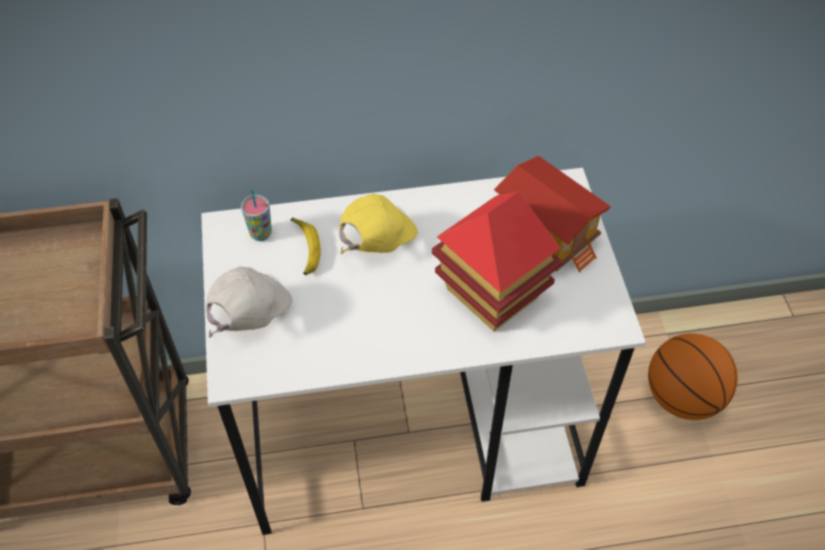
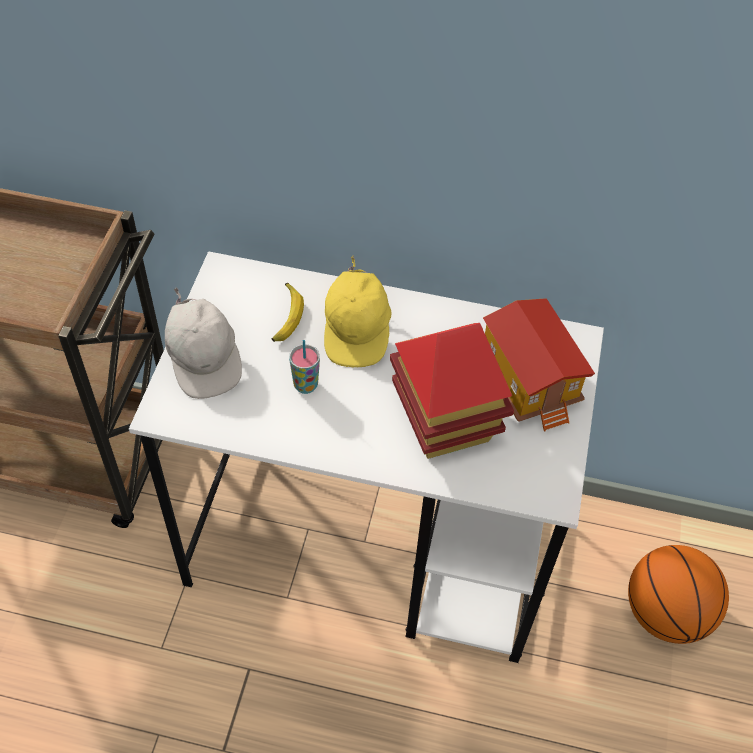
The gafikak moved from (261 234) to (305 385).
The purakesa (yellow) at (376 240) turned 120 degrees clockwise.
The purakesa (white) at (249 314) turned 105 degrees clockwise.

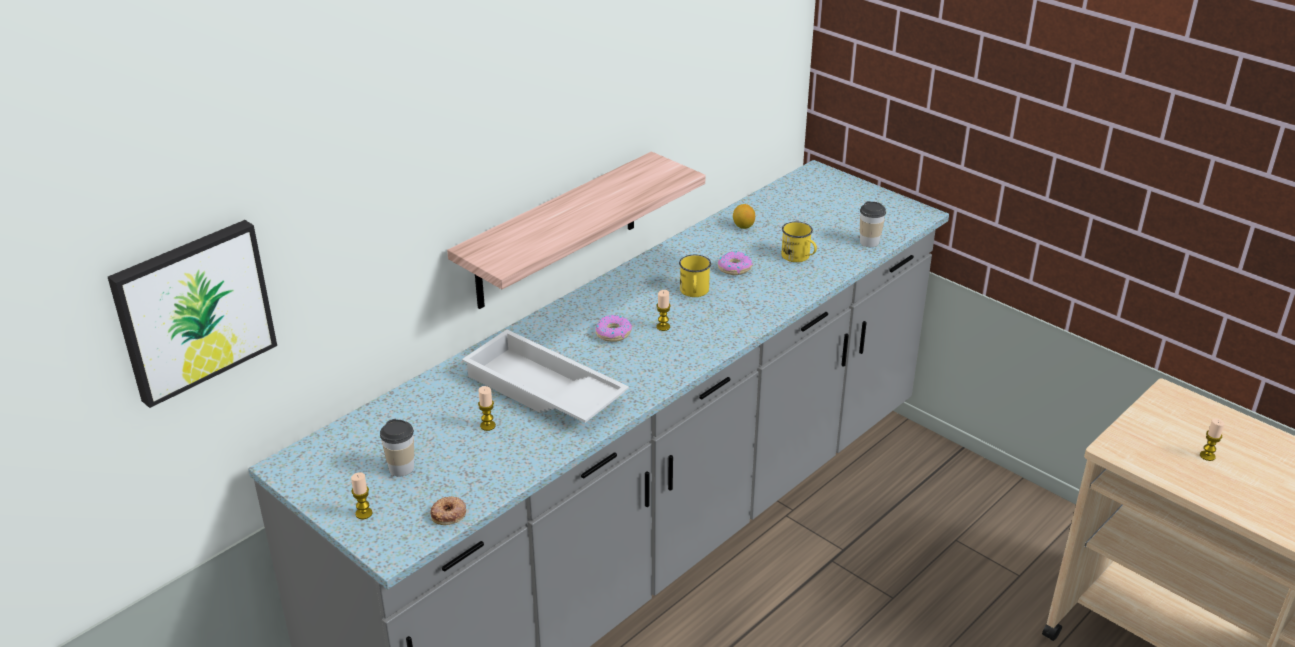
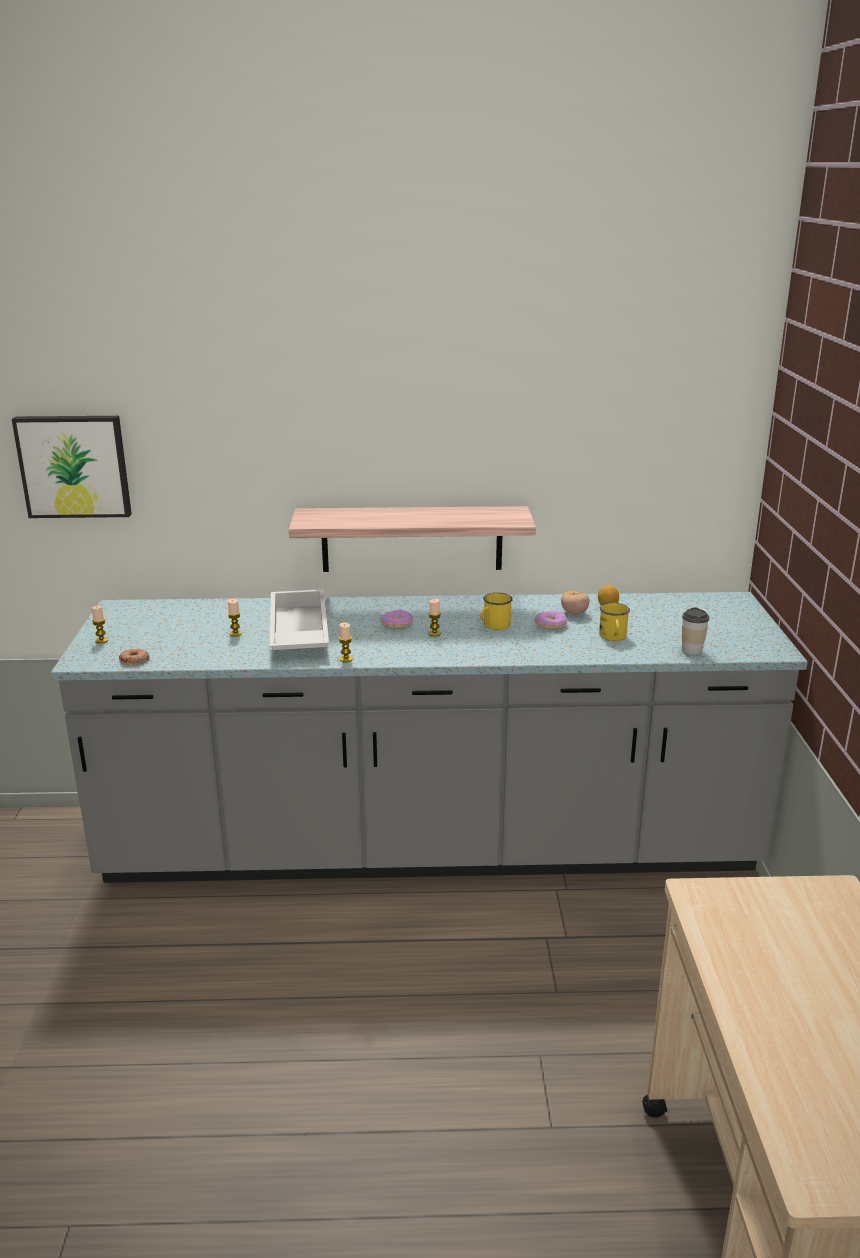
The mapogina moved from (1207 456) to (346 659).
The gafikak at (401 468) disappeared.
The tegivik at (574 613) appeared.

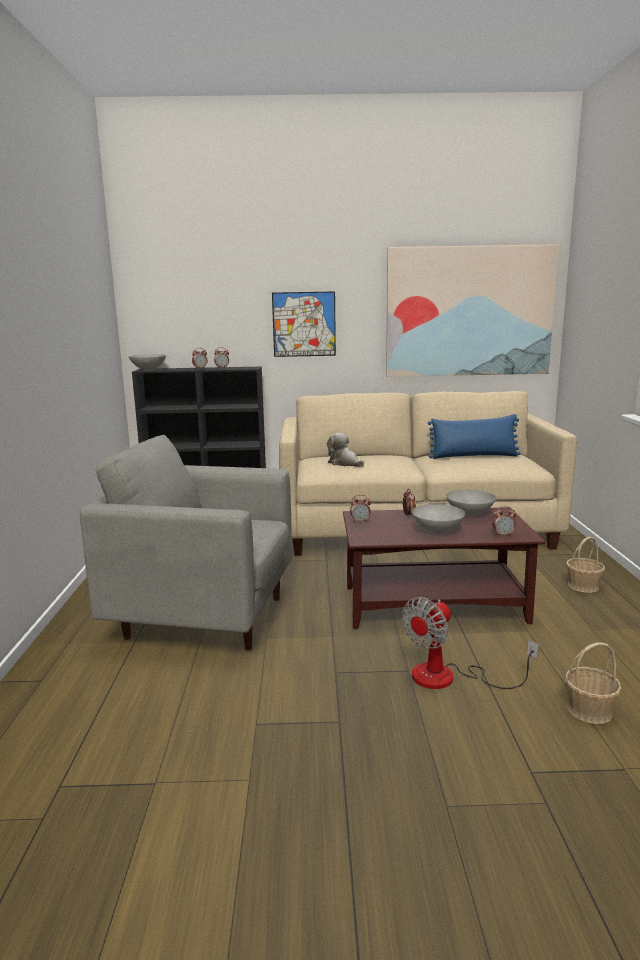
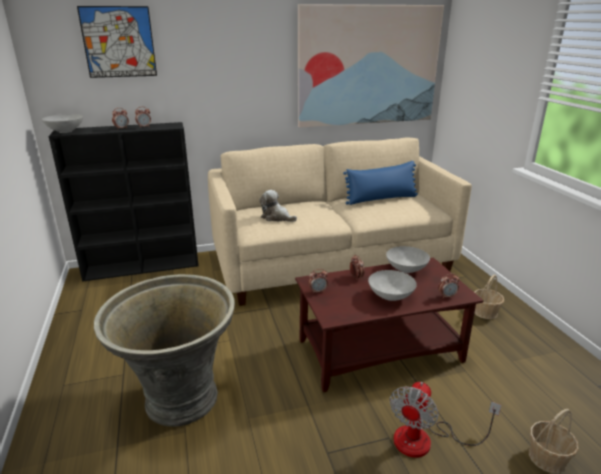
The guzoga moved from (304 324) to (118 42).
The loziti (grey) at (204 617) was replaced by the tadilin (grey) at (179 400).

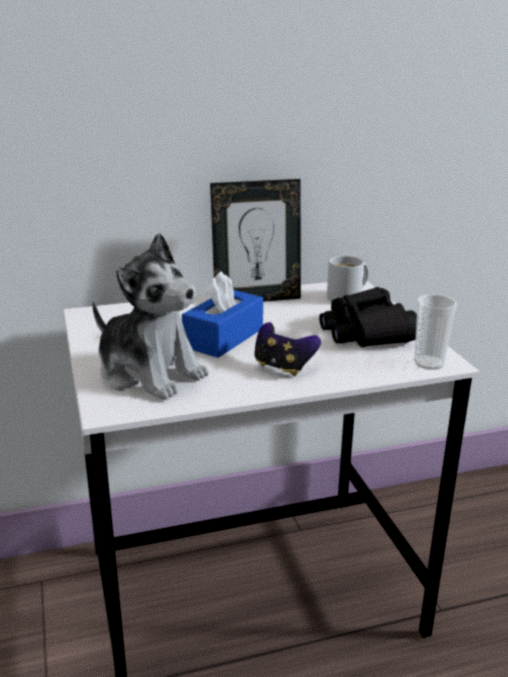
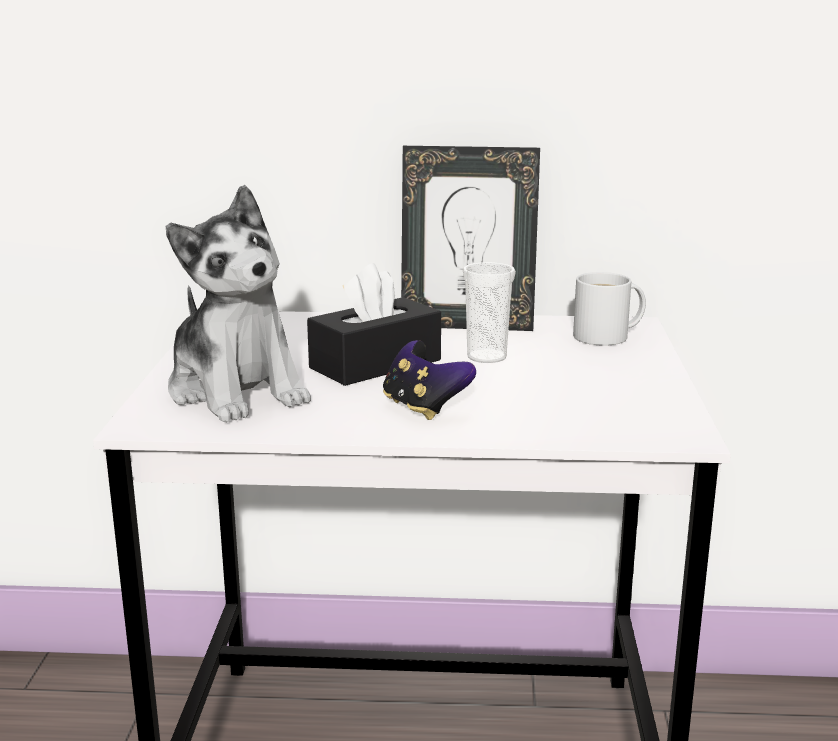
The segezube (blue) at (223 338) became the segezube (black) at (375 364).
The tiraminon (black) at (365 332) disappeared.
The gafikak moved from (429 363) to (486 357).

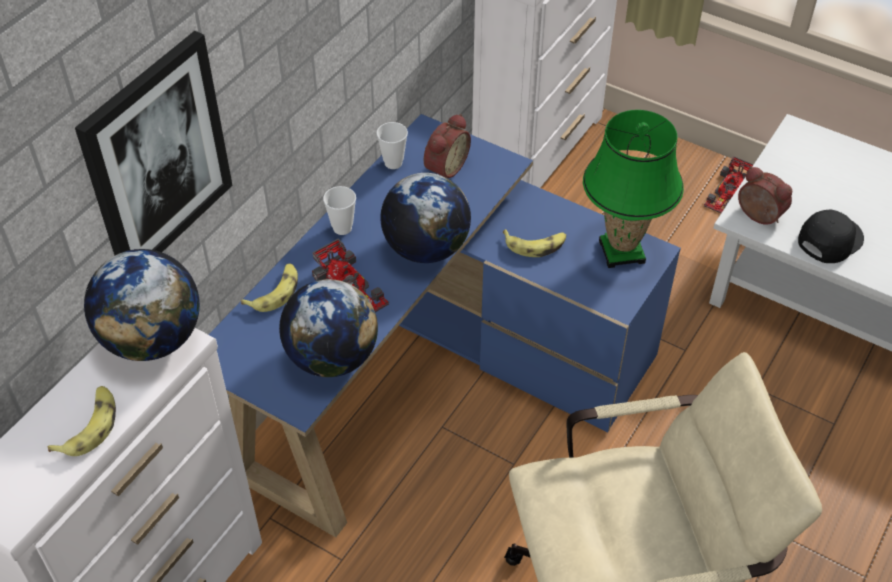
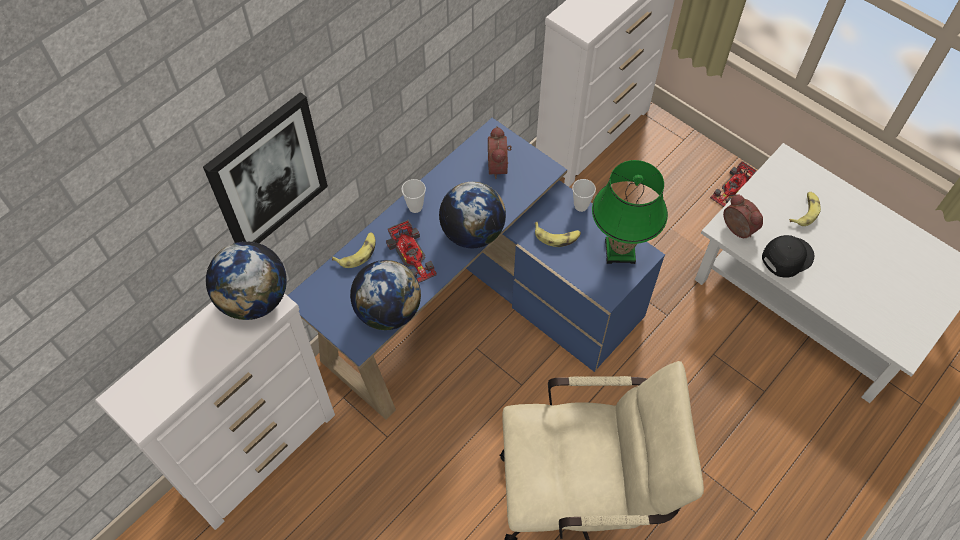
The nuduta at (444 167) turned 135 degrees clockwise.
The gafikak moved from (393 163) to (581 206).
The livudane moved from (90 426) to (805 211).

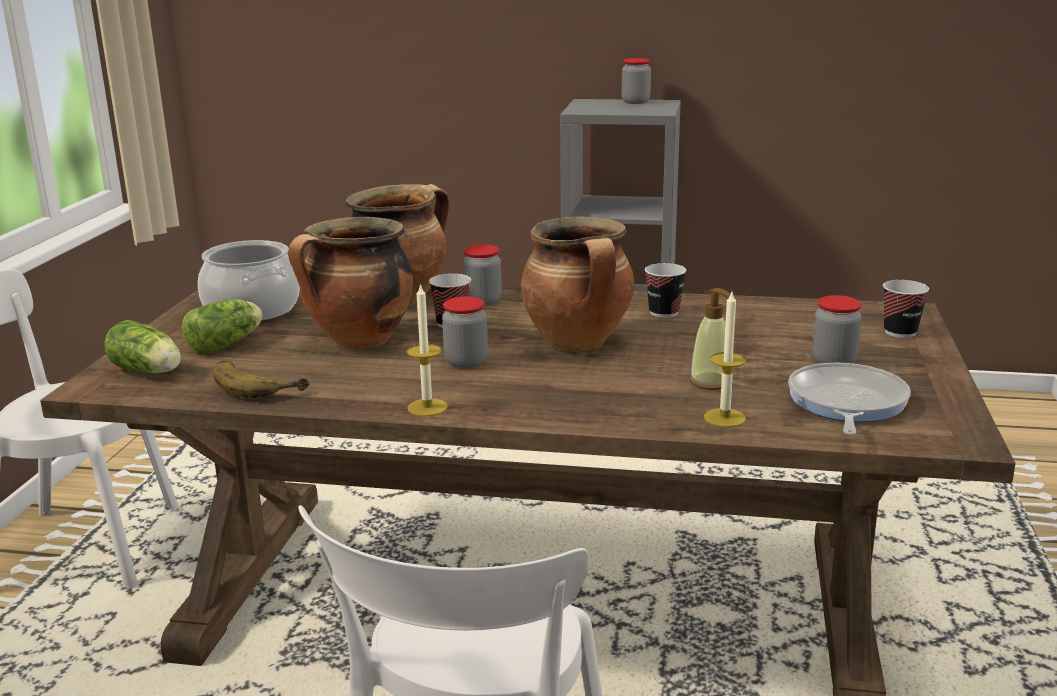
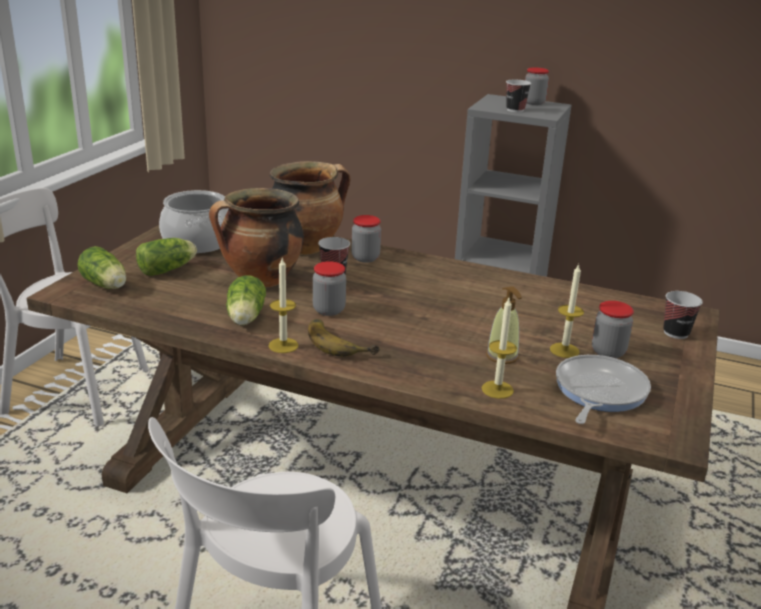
The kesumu at (579 343) disappeared.
The gafikak moved from (664 312) to (515 110).
The livudane moved from (259 383) to (341 342).
The mapogina at (564 350) appeared.
The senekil at (245 318) appeared.

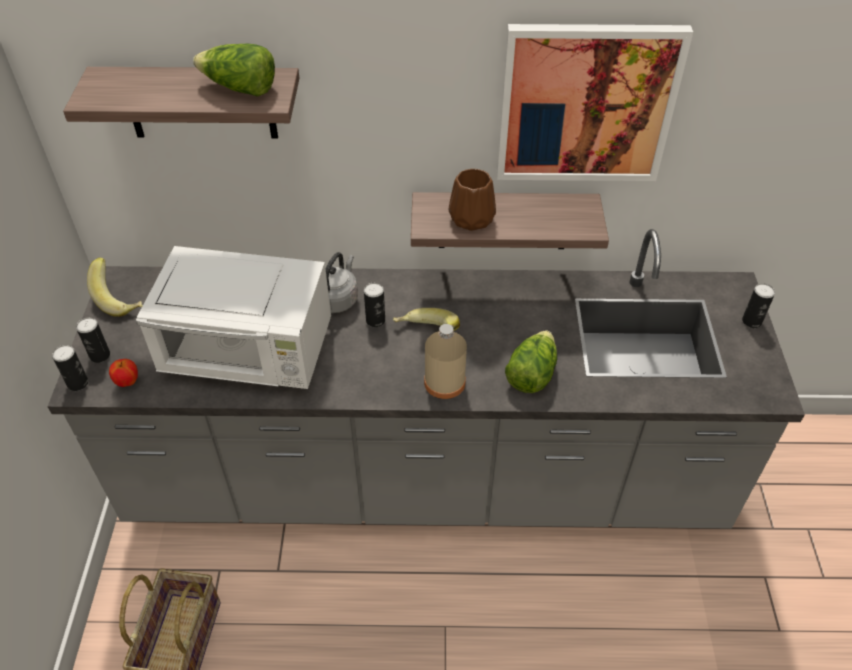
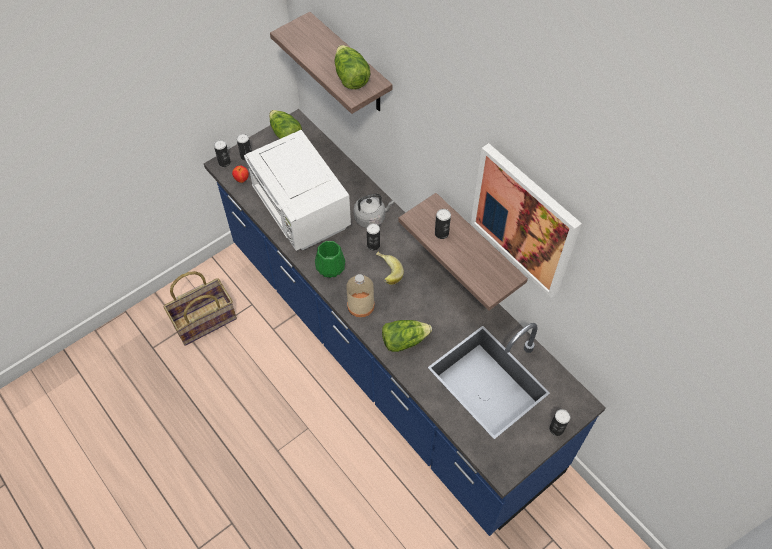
The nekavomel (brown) at (473 218) was replaced by the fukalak at (441 233).
The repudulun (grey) at (426 478) became the repudulun (blue) at (386 354).
The livudane at (120 299) was replaced by the senekil at (285 134).
The nekavomel (green) at (331 267) appeared.

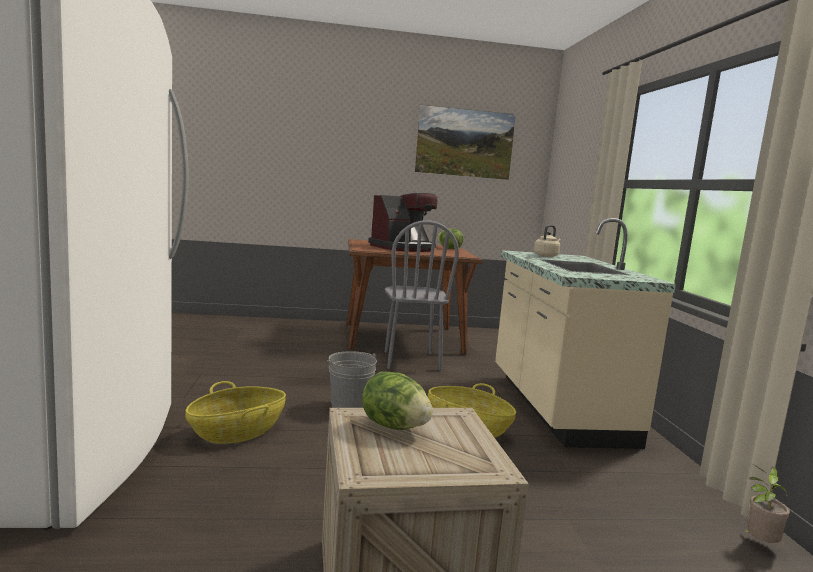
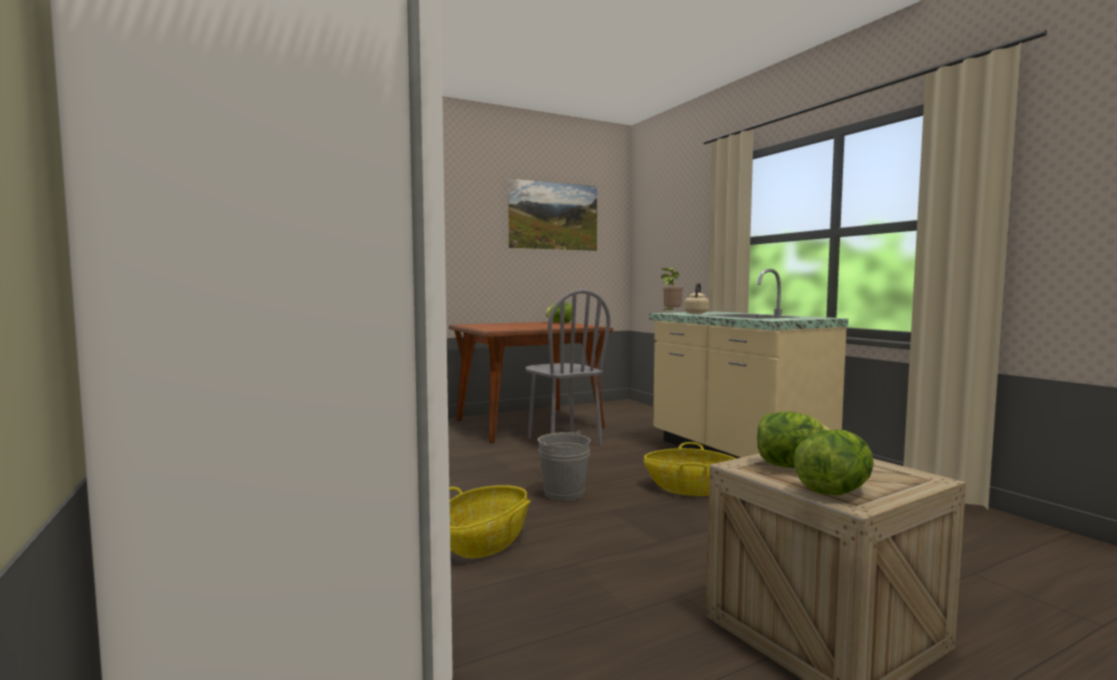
The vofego at (403 248) disappeared.
The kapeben moved from (758 543) to (671 313).
The senekil at (834 491) appeared.

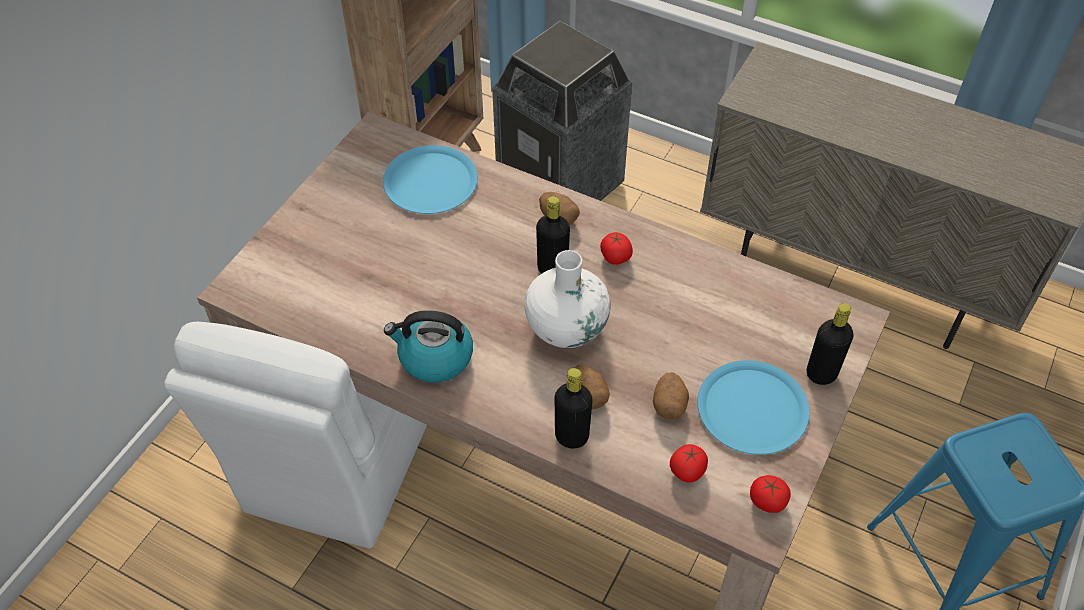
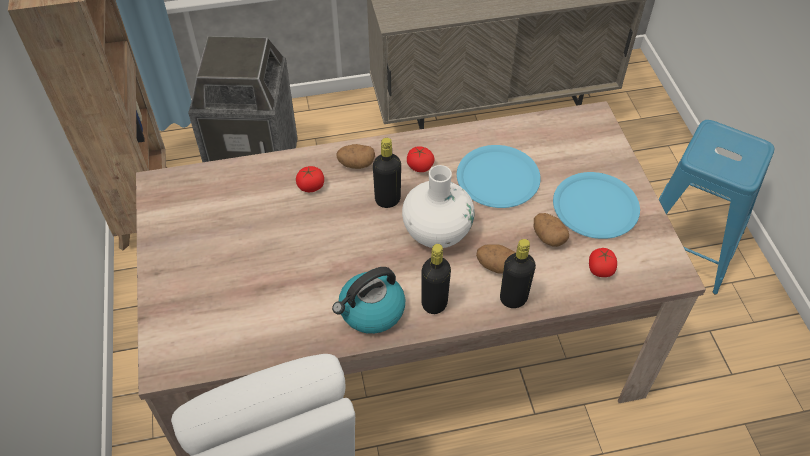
The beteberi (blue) moved from (430 181) to (497 177).
The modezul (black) moved from (821 373) to (434 303).
The tegivik moved from (767 501) to (311 186).

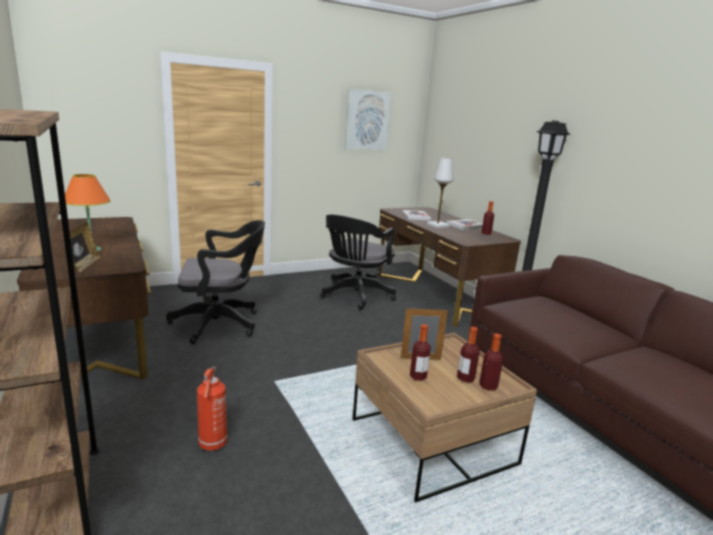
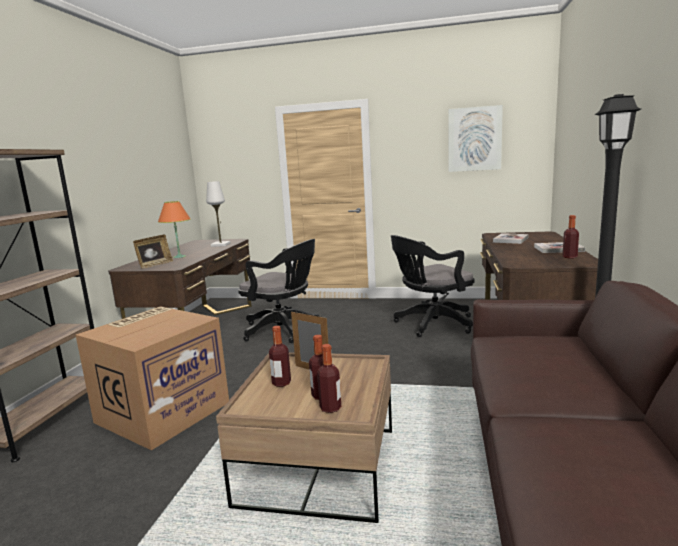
The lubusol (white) moved from (437 225) to (221 245).
The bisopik at (212 445) was replaced by the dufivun at (163 411).

